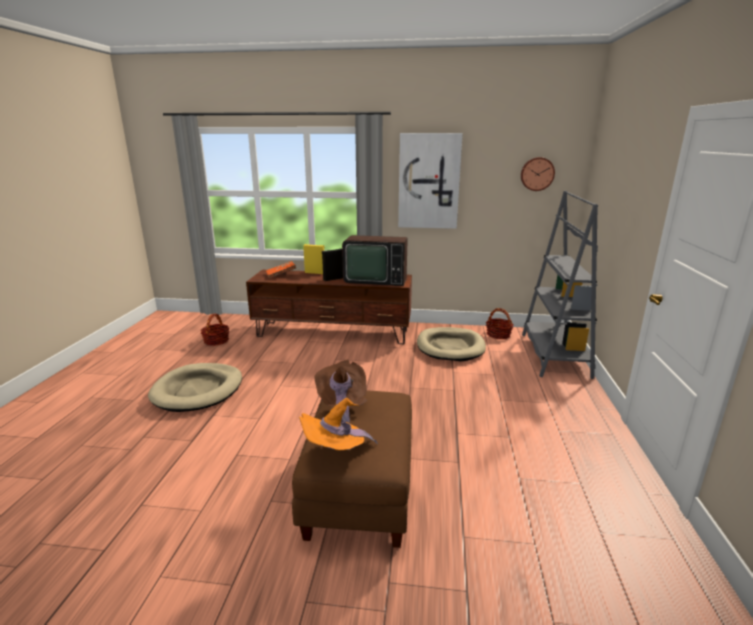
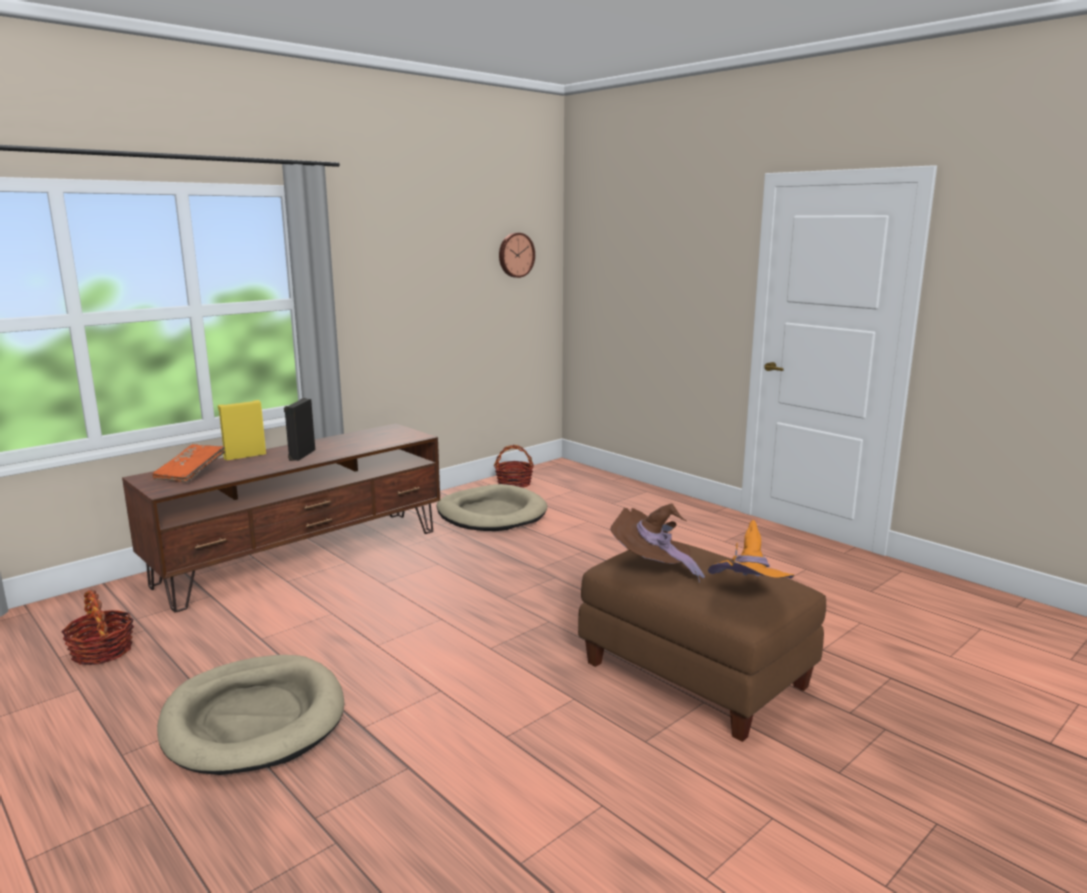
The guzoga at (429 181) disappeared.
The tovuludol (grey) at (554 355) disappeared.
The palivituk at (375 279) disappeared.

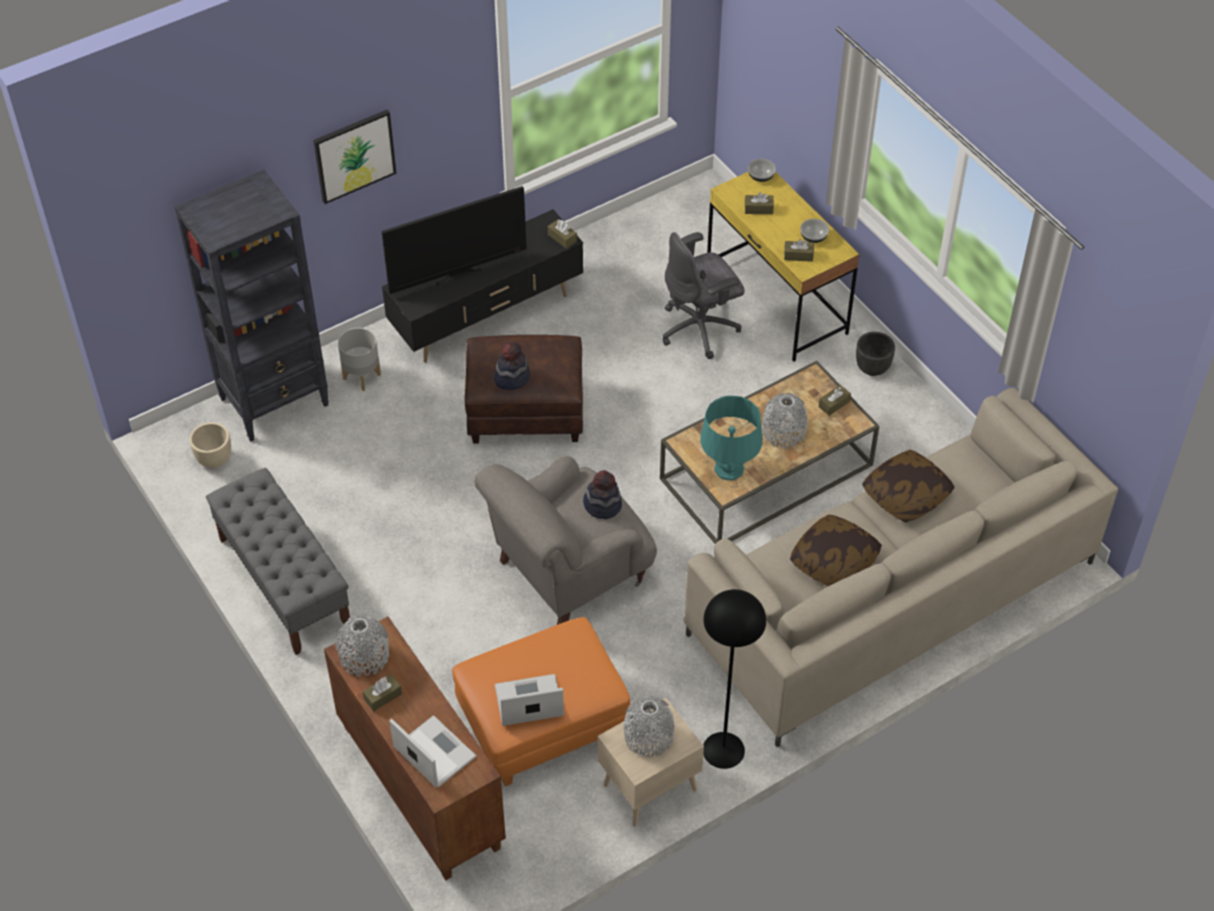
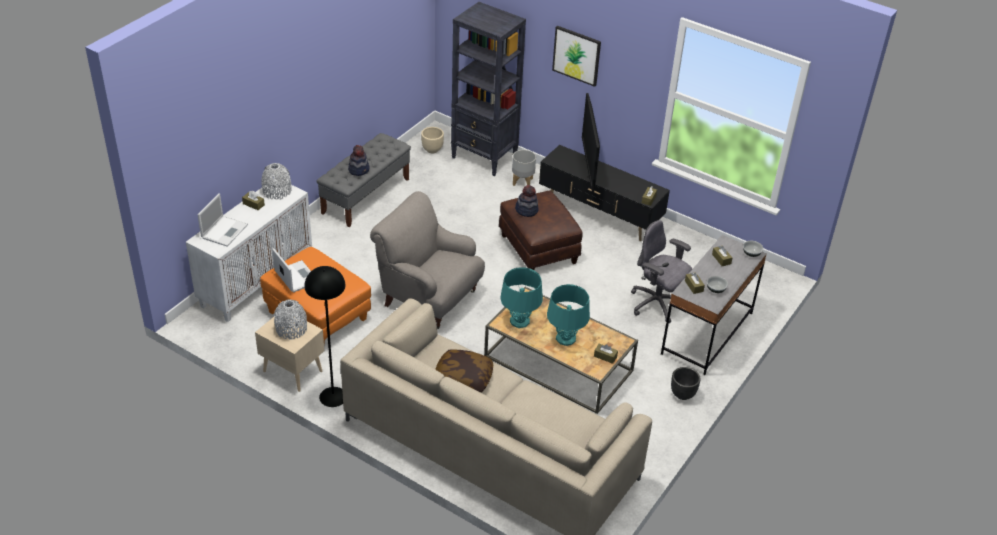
The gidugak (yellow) at (776 302) became the gidugak (grey) at (707 333).
The palivituk at (457 274) turned 45 degrees clockwise.
The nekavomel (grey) at (783 432) was replaced by the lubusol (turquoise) at (566 338).
The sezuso at (906 495) disappeared.
The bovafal moved from (602 505) to (359 169).
The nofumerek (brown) at (419 786) became the nofumerek (white) at (256 280).

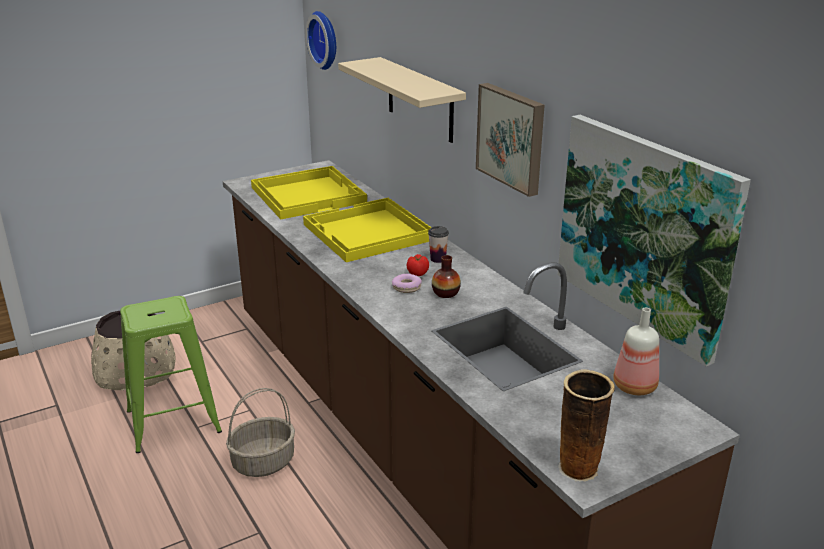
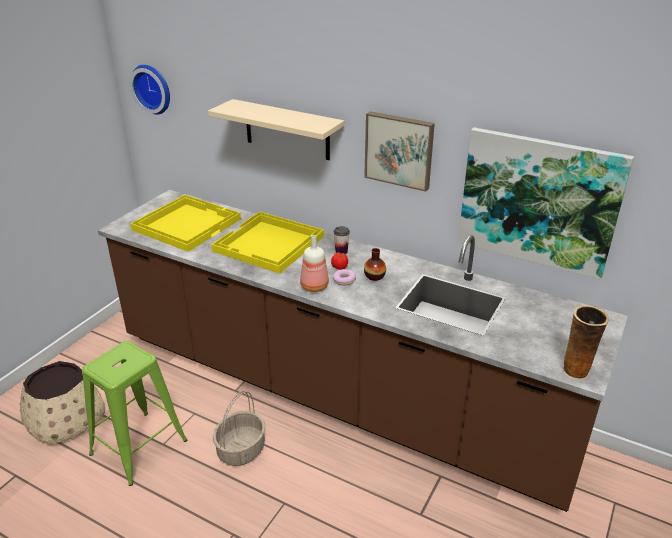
The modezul moved from (633 386) to (313 286).

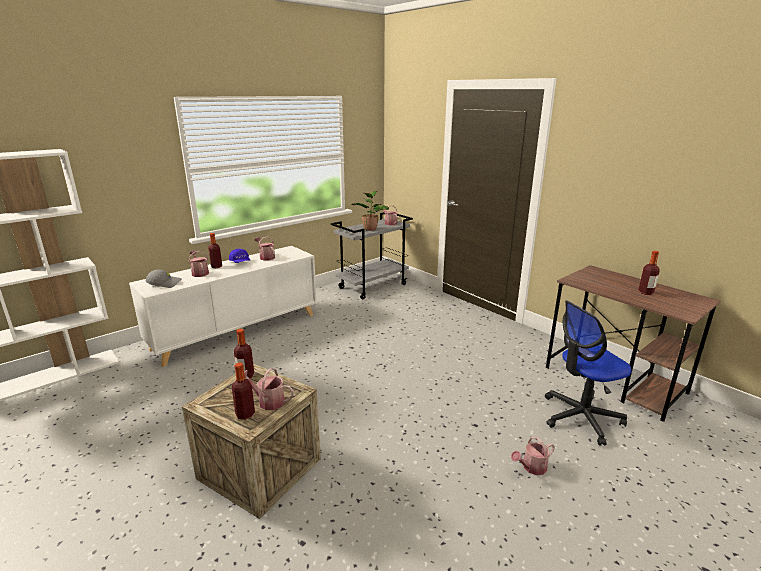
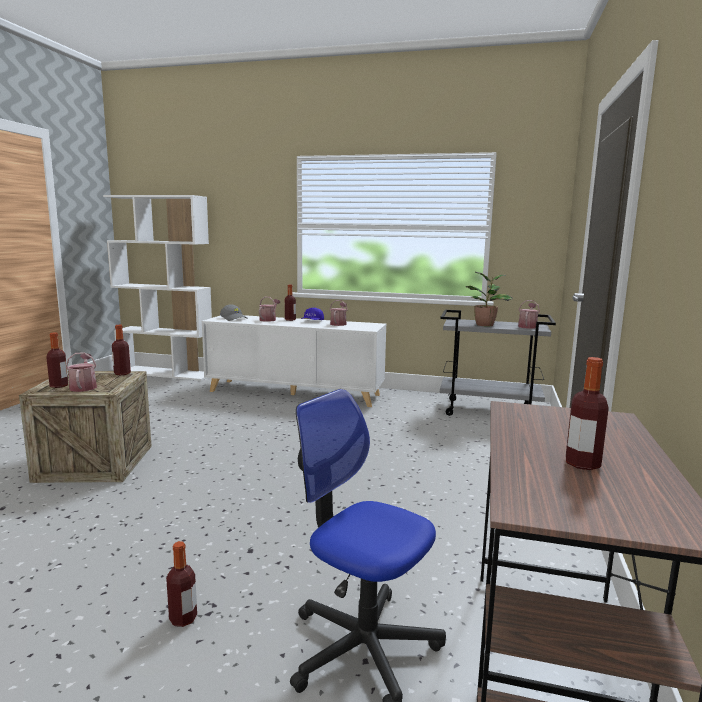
The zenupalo at (531 467) was replaced by the modezul at (183 619).

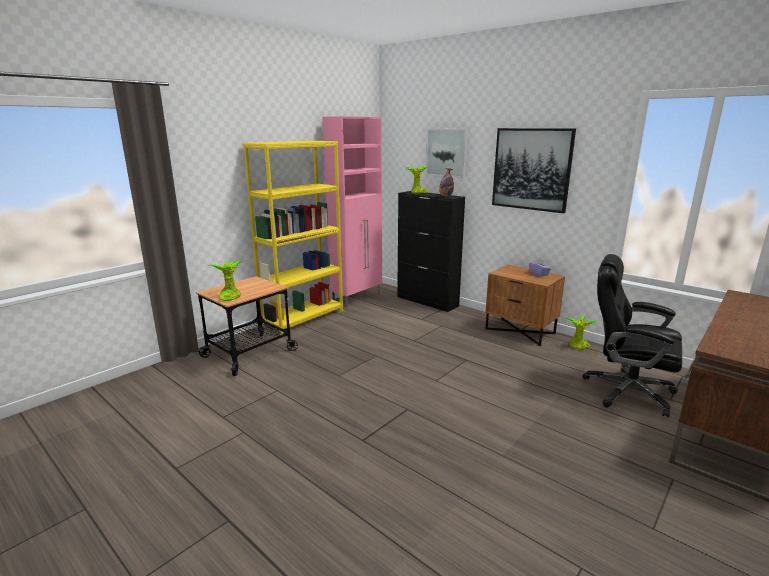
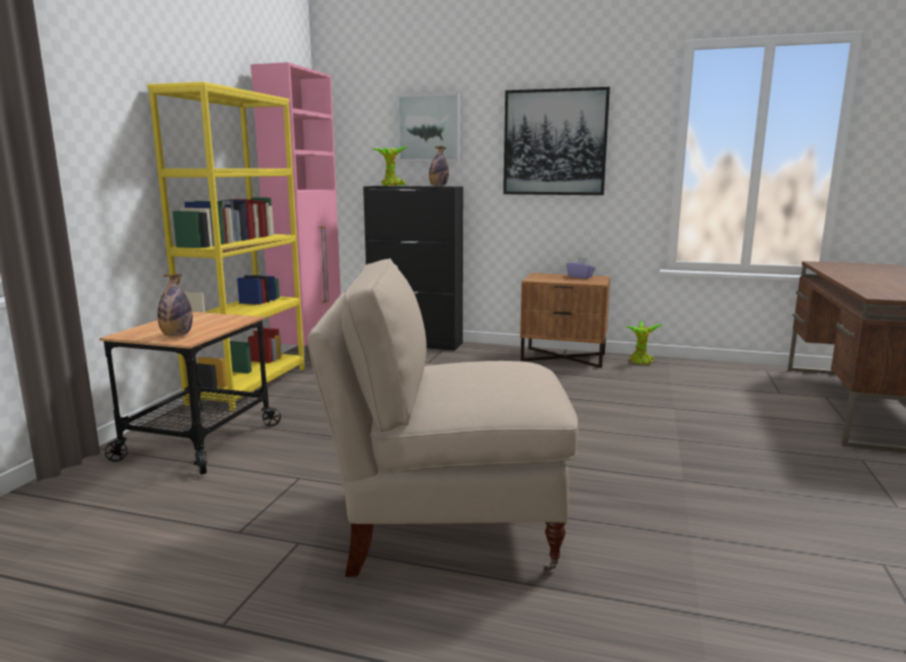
The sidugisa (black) at (626 391) disappeared.
The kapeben at (230 296) was replaced by the modezul at (177 335).
The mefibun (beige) at (447 525) appeared.

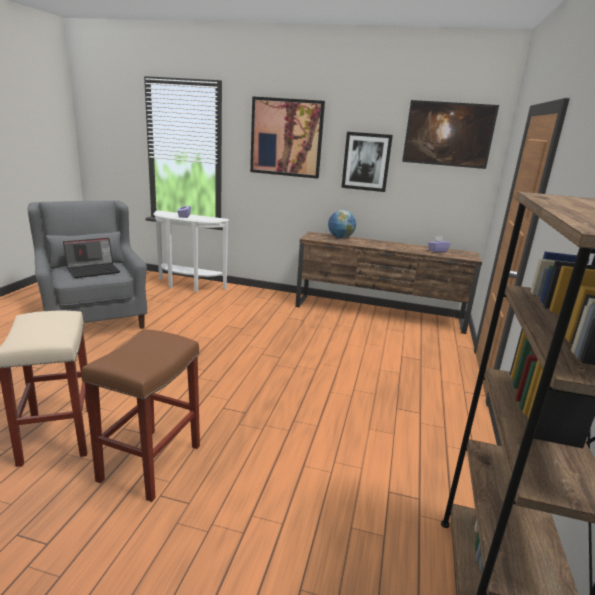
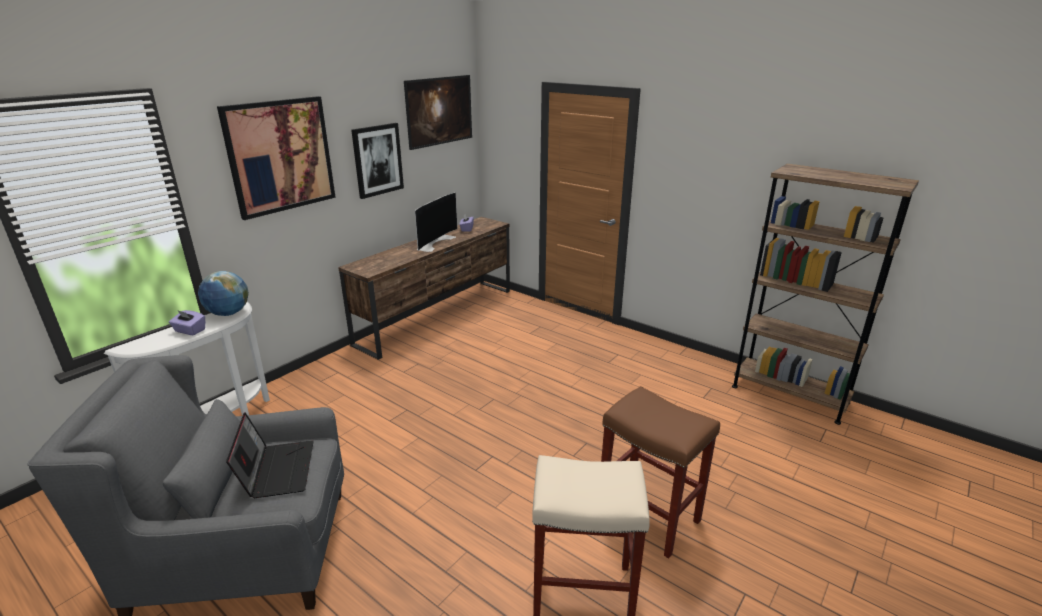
The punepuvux moved from (340 238) to (228 313).
The palivituk at (435 242) appeared.

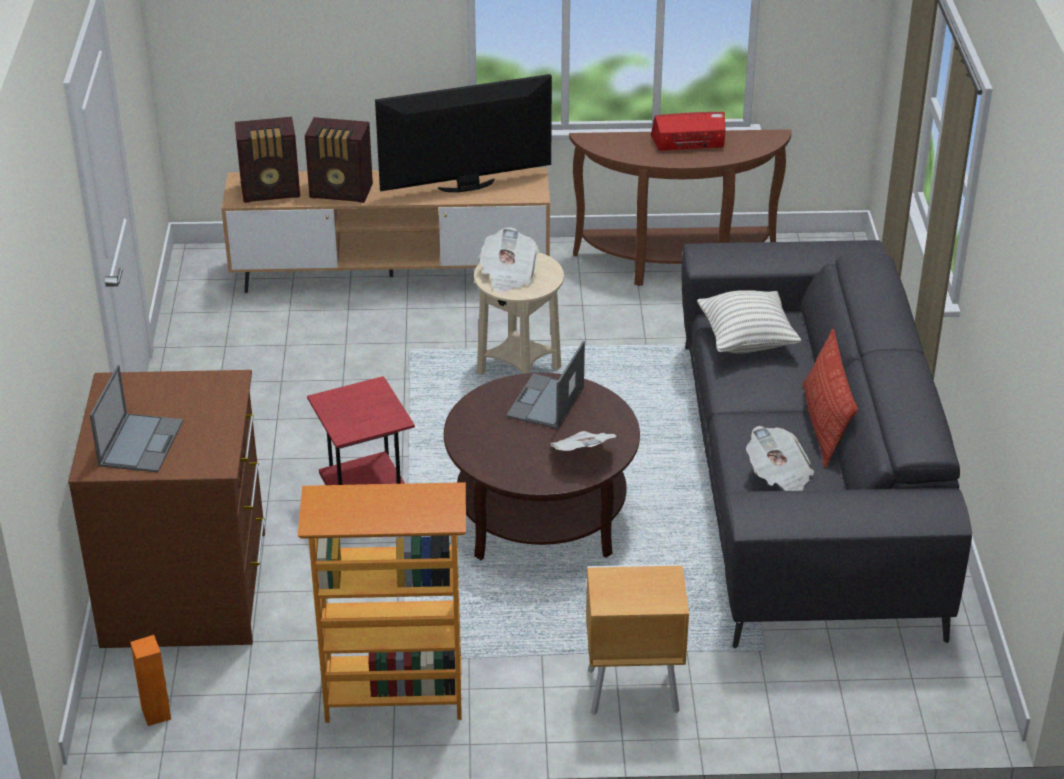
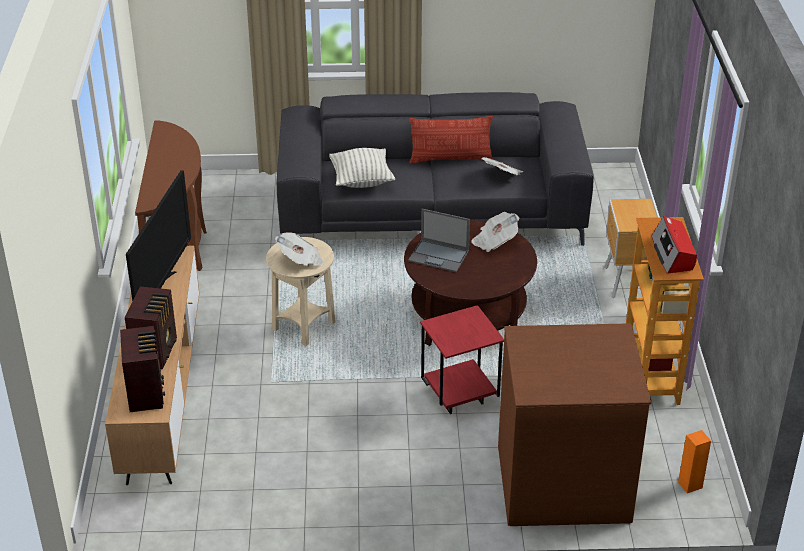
The palivituk at (467 187) turned 150 degrees counterclockwise.
The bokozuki moved from (689 142) to (673 254).
The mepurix at (141 442) disappeared.

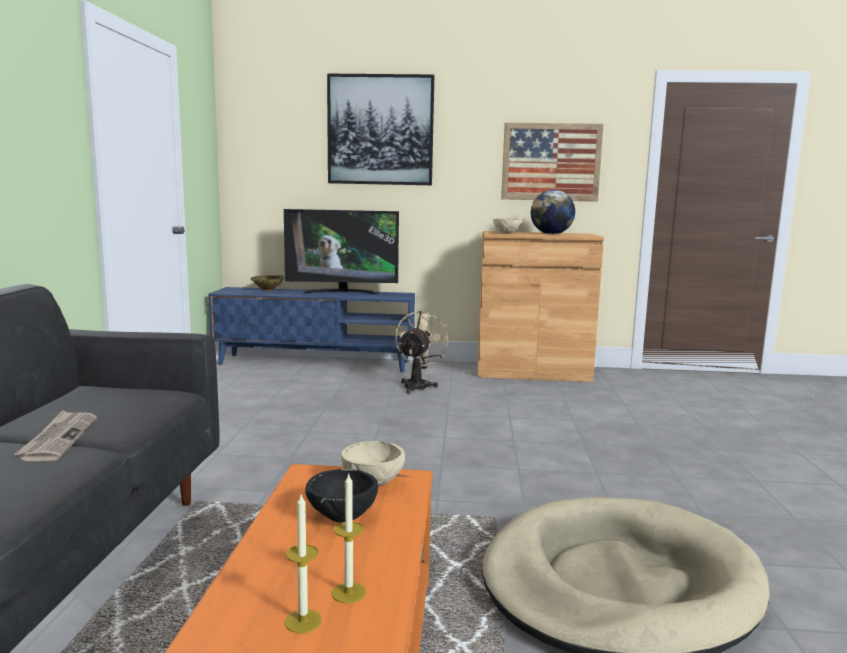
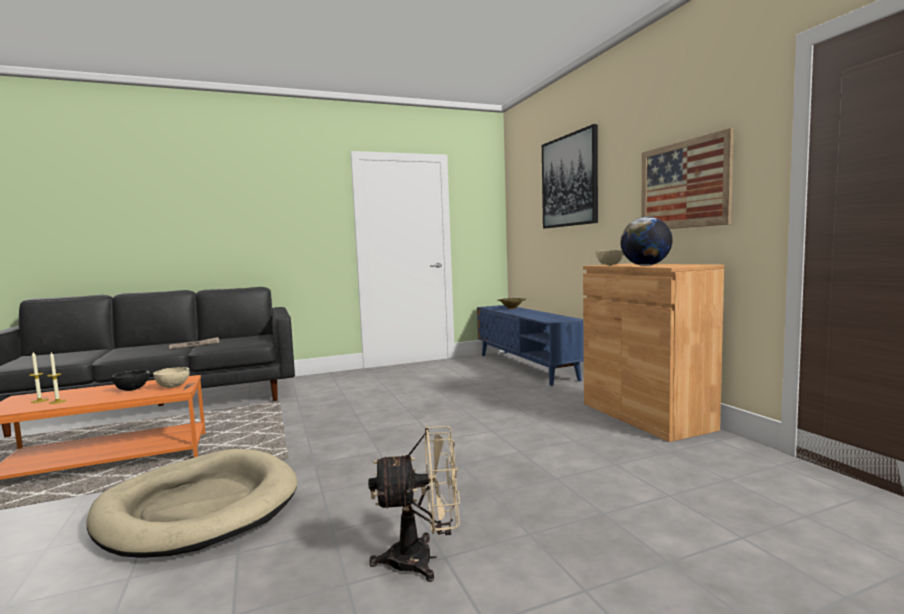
The palivituk at (342 292) disappeared.
The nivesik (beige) moved from (418 385) to (423 559).

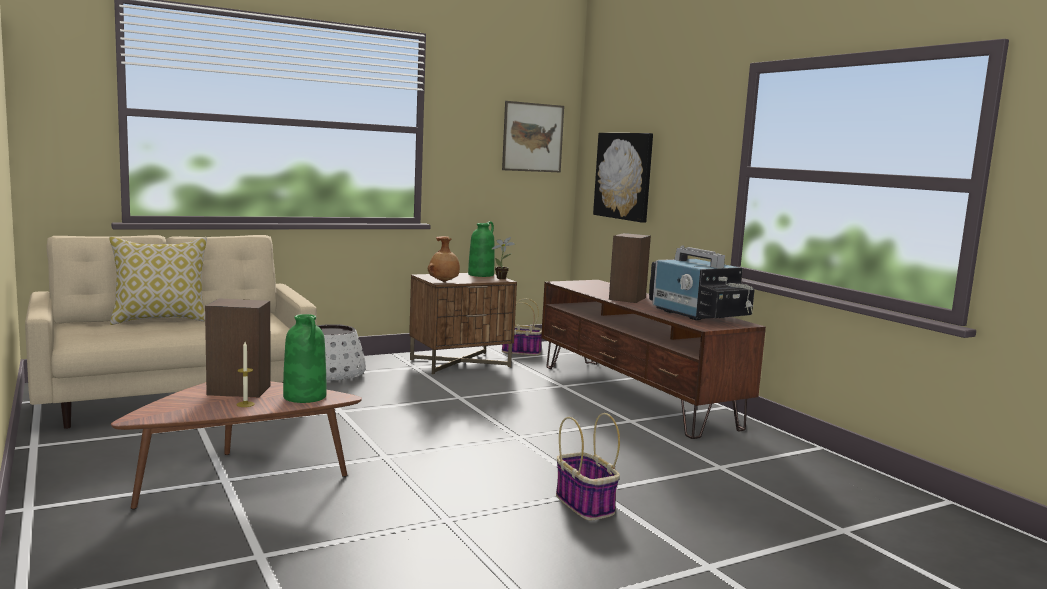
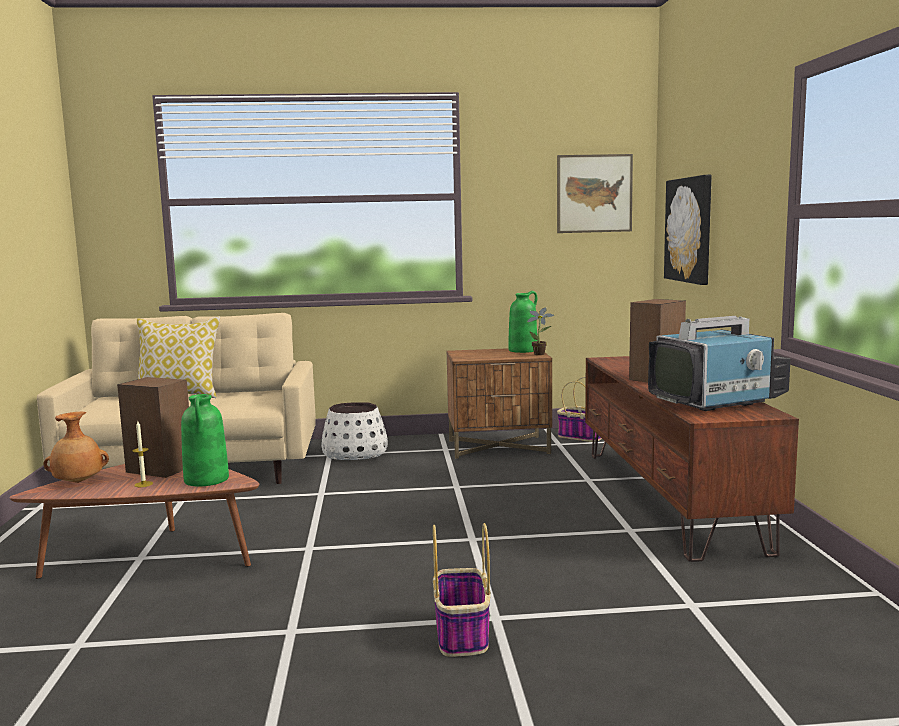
The nekavomel (brown) moved from (444 282) to (78 482).
The palivituk at (698 315) turned 105 degrees counterclockwise.

